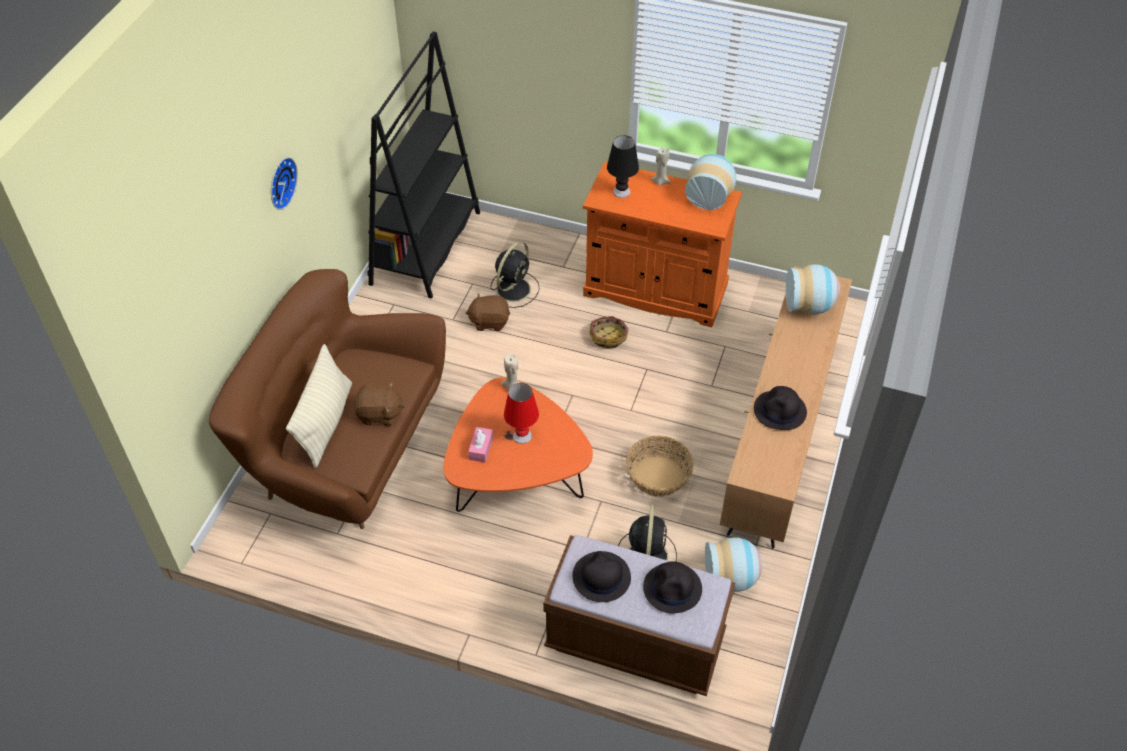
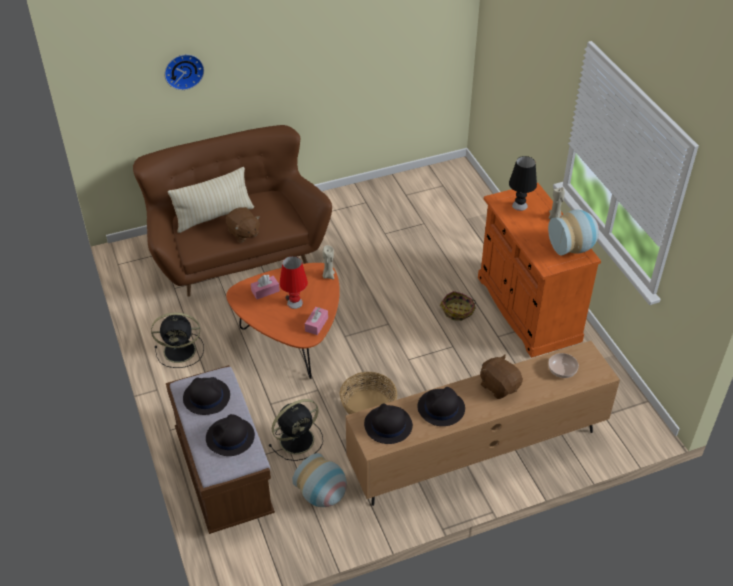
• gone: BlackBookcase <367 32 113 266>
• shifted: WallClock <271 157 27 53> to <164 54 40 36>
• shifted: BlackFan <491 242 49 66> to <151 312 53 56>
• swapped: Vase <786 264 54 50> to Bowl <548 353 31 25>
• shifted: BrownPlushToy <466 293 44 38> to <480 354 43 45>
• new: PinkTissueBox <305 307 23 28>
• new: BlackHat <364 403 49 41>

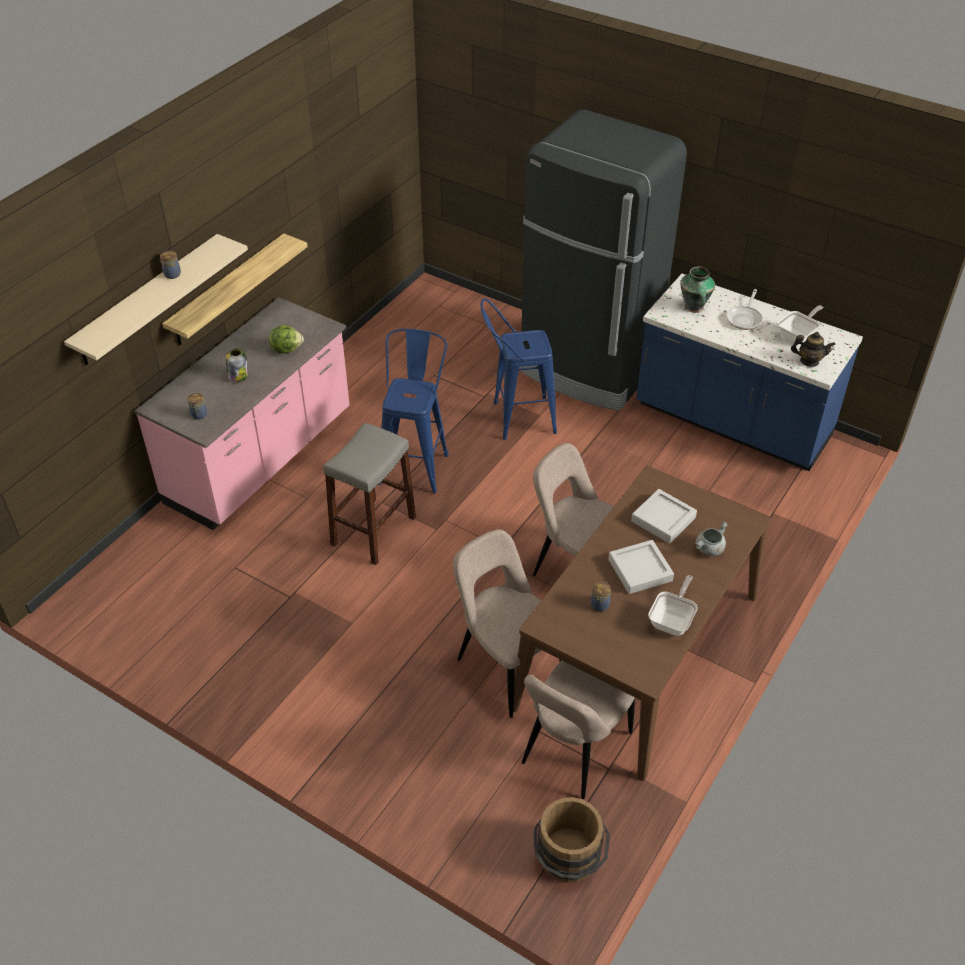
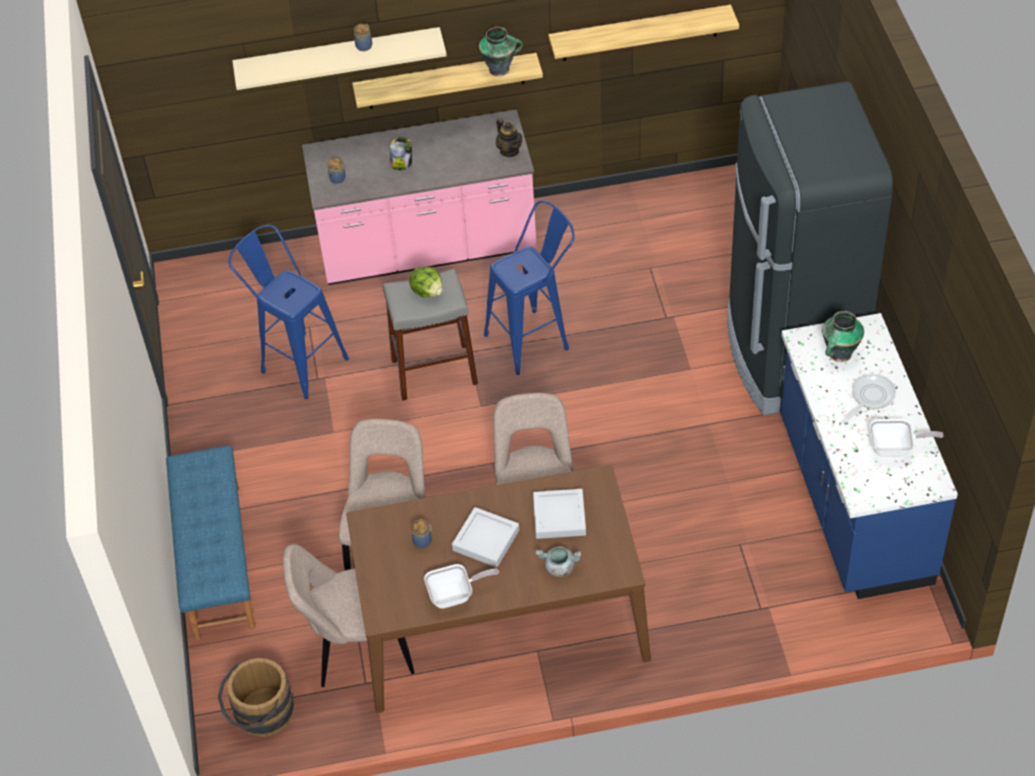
• rotated: FryingPan <726 289 37 41> = <843 374 53 49> 150 degrees clockwise
• shifted: BlueStool <481 298 76 142> to <228 225 121 174>
• shifted: Lettuce <269 325 35 29> to <409 266 34 32>
• shifted: Teapot <791 332 44 35> to <496 118 26 39>
• new: Shelf <548 5 191 56>
• new: Vase <479 27 44 50>
• new: BlueBench <166 446 89 194>

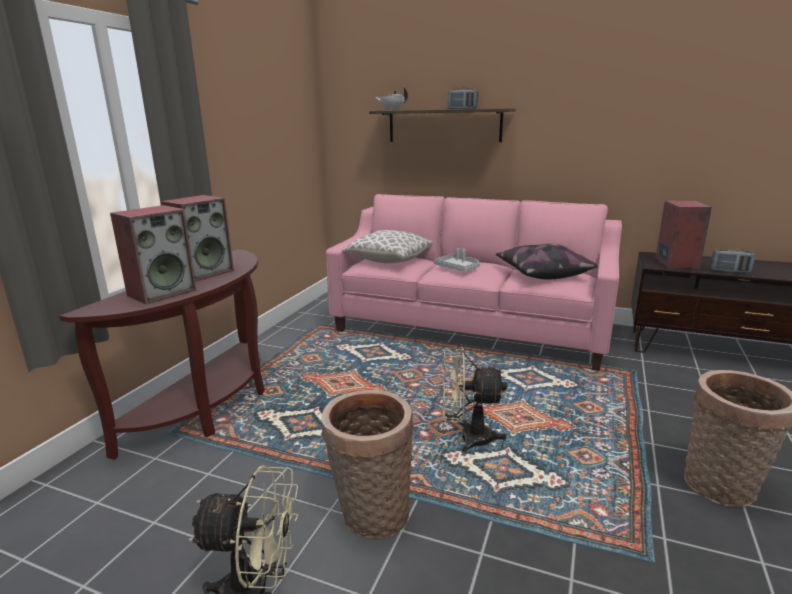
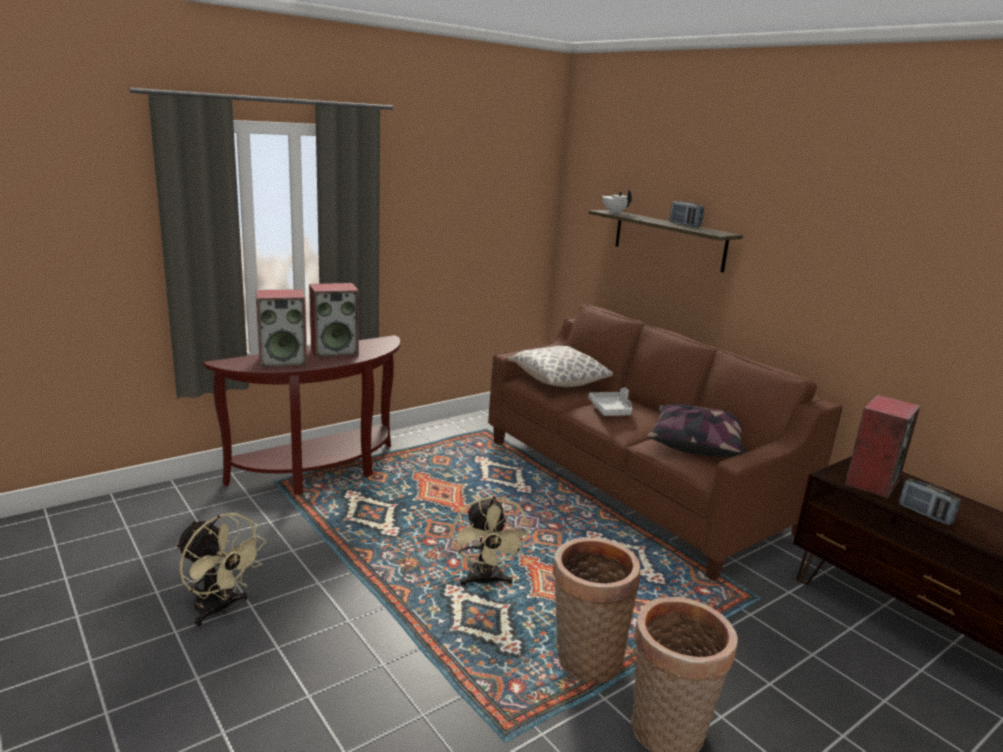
• repainted: PinkSofa <326 194 296 177> to BrownSofa <488 304 355 277>
• rotated: BeigeFan <443 348 64 105> = <452 495 79 92> 135 degrees counterclockwise
• shifted: Basket <321 390 93 149> to <553 537 87 146>

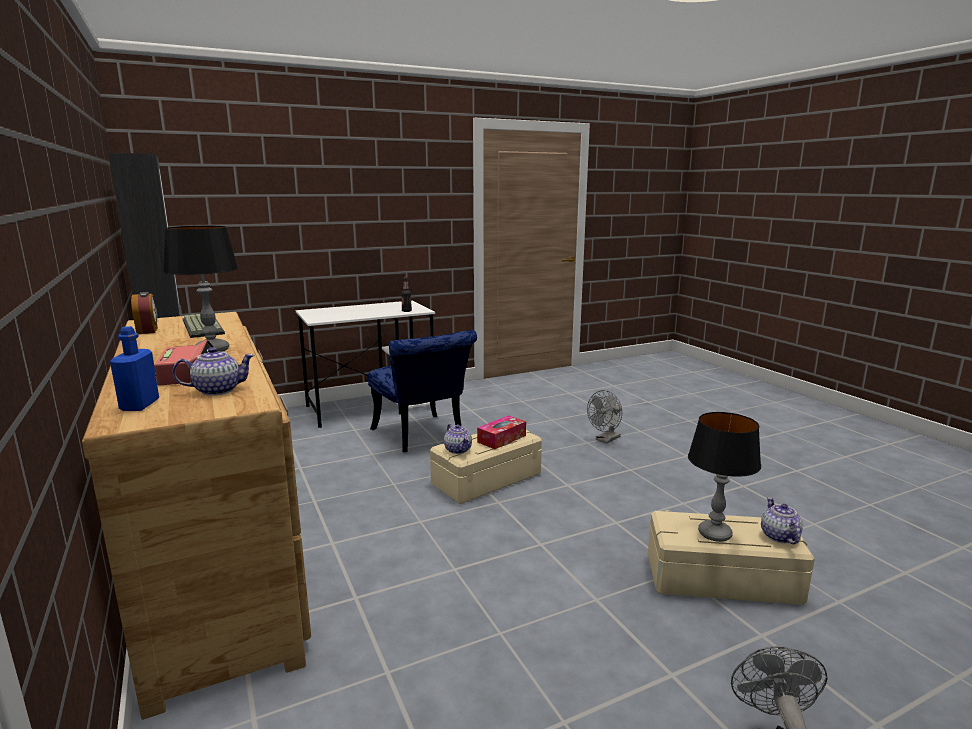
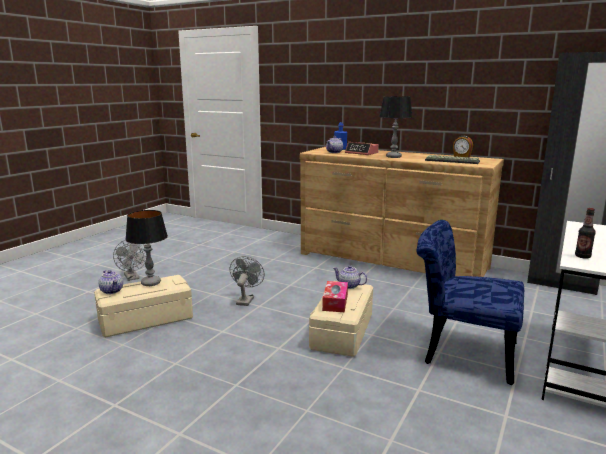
• shifted: GreyFan <587 390 35 54> to <230 256 35 50>

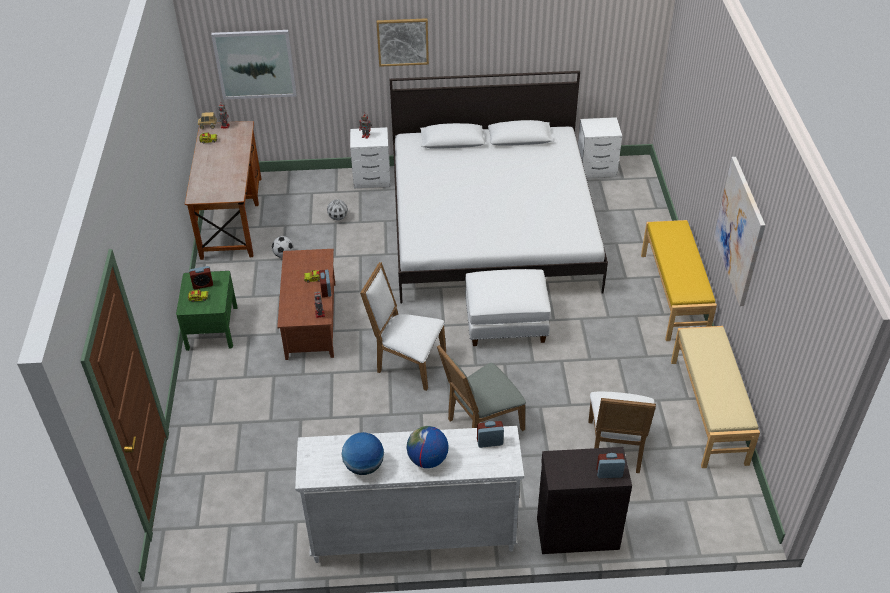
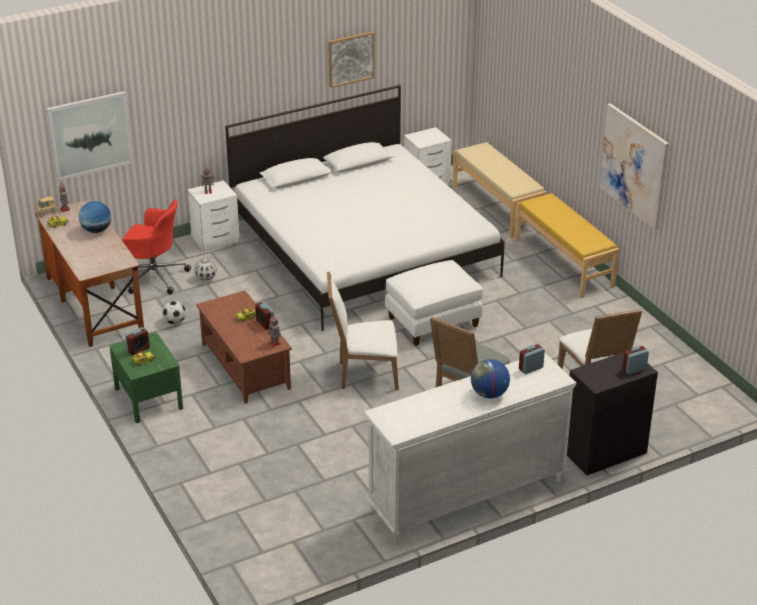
• shifted: Picture <377 18 52 49> to <328 31 47 57>
• shifted: BeigeBench <671 326 89 142> to <452 142 95 96>
• shifted: Globe <342 432 42 43> to <79 201 32 32>
• new: RedOfficeChair <122 199 69 95>

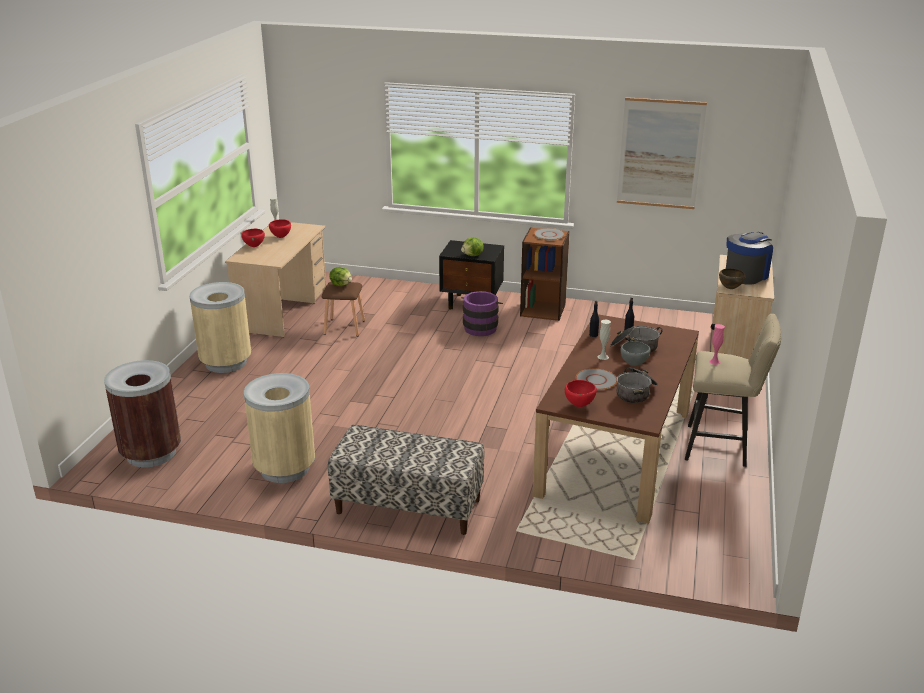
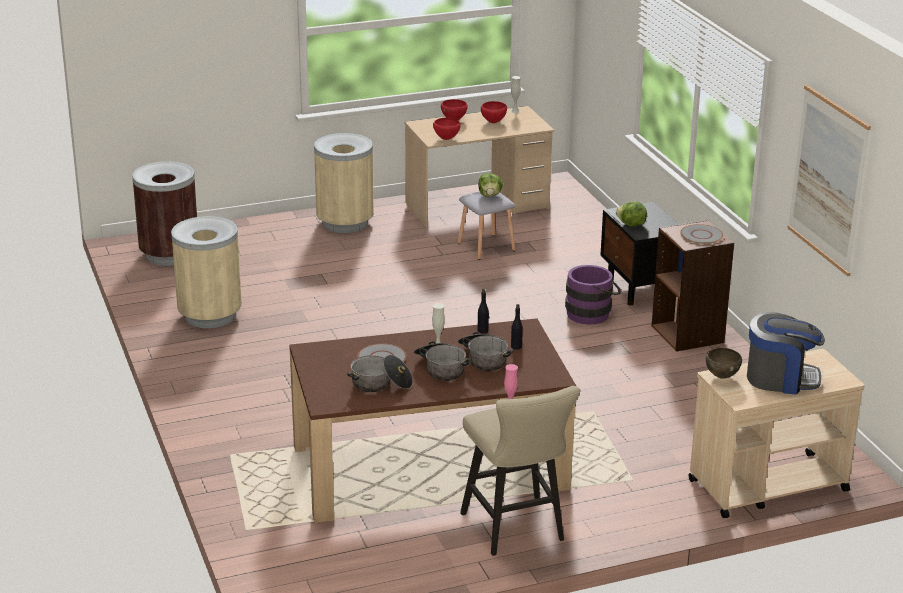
• repainted: BrownStool <321 282 44 54> to GreyStool <458 192 57 68>
• swapped: GreyBowl <620 341 30 25> to CookingPot <414 341 58 40>
• shifted: RedBowl <565 380 32 27> to <433 117 28 23>
• gone: Bench <328 425 157 110>

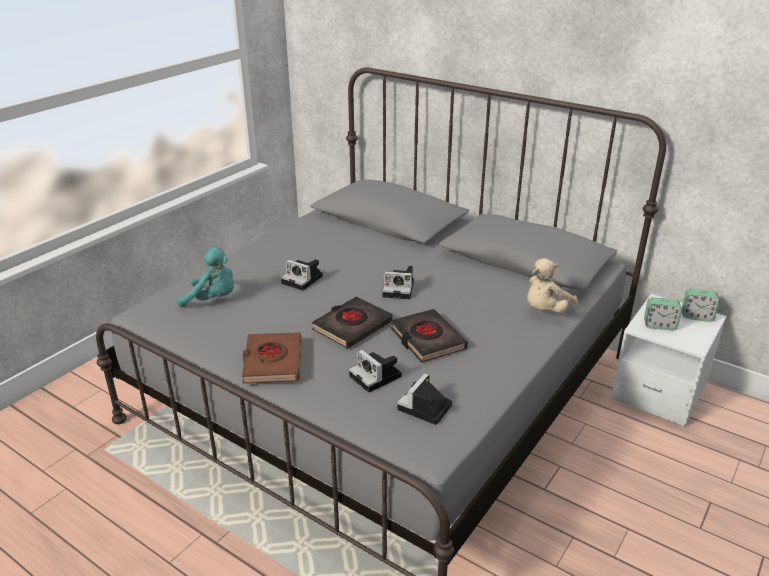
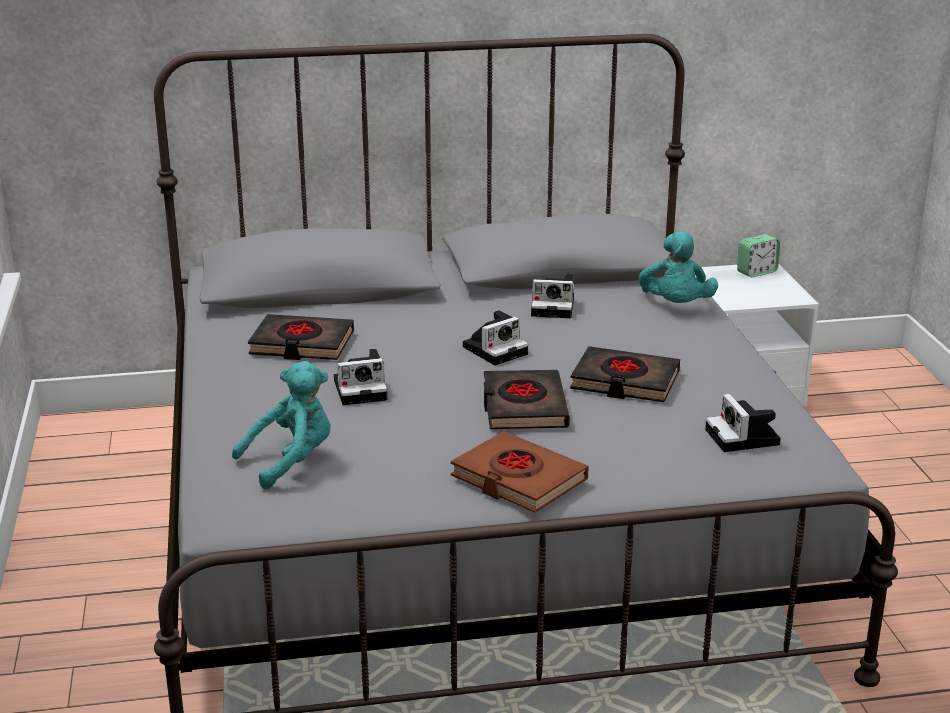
• repainted: BeigePlushToy <527 258 51 55> to TurquoisePlushToy <638 231 80 72>
• gone: AlarmClock <644 297 38 33>
• shifted: PhotoCamera <349 349 53 44> to <531 273 43 45>
• new: BlackBook <248 314 106 46>

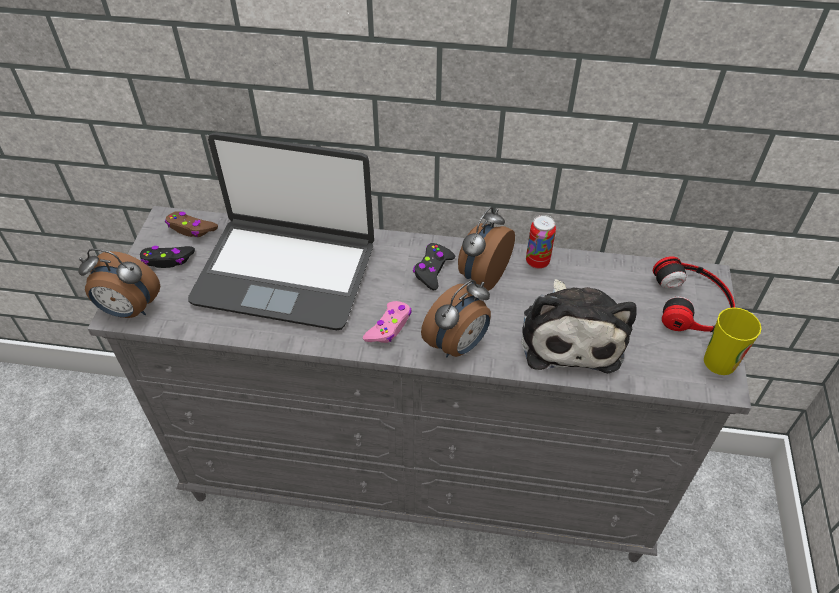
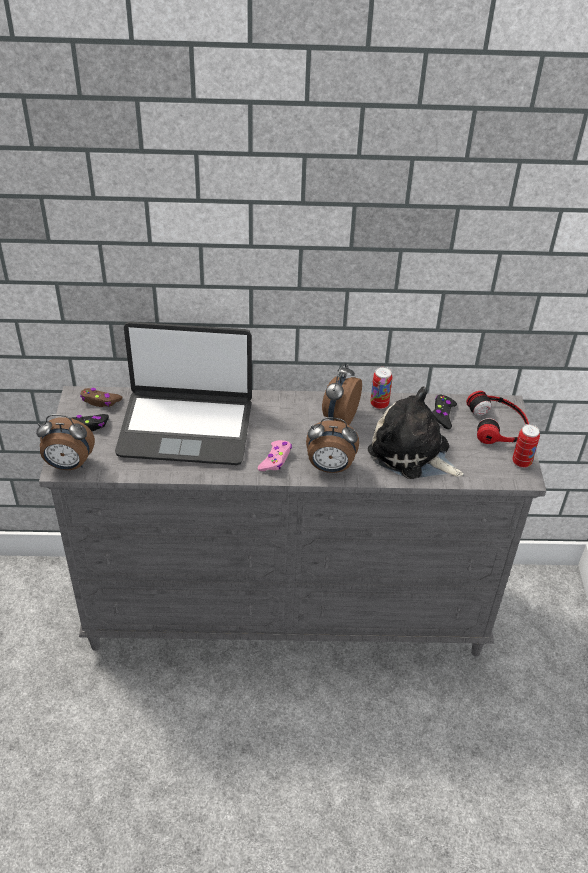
• shifted: BlackGameController <413 243 42 47> to <432 394 25 35>
• rotated: PlushToy <521 279 116 94> = <368 386 95 93> 135 degrees clockwise
• rotated: AlarmClock <421 280 70 77> = <306 417 53 56> 60 degrees clockwise
• swapped: Cup <704 307 57 68> to Can <512 424 28 44>

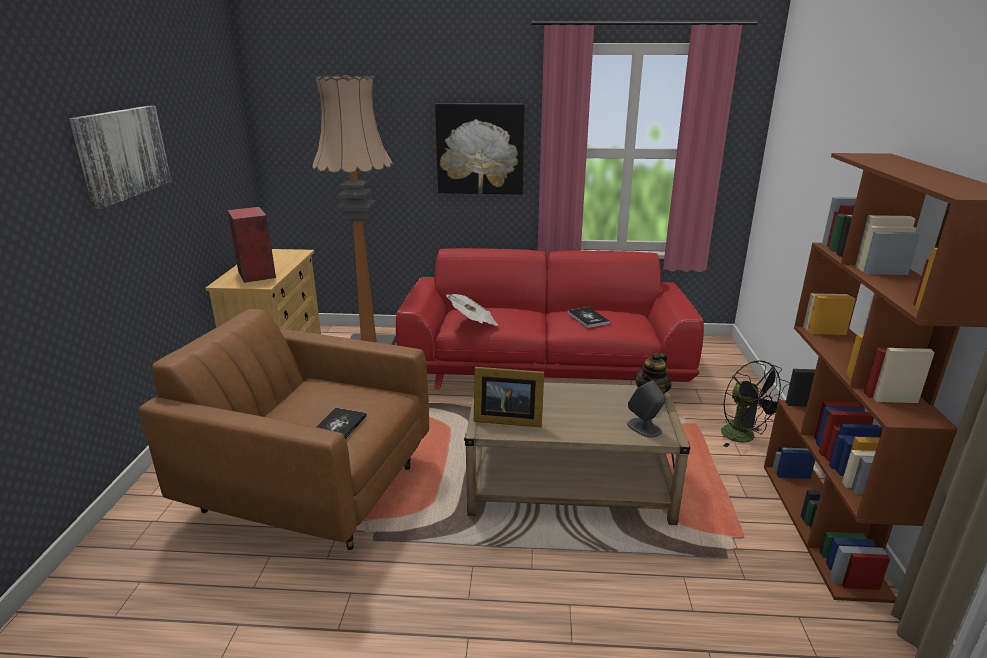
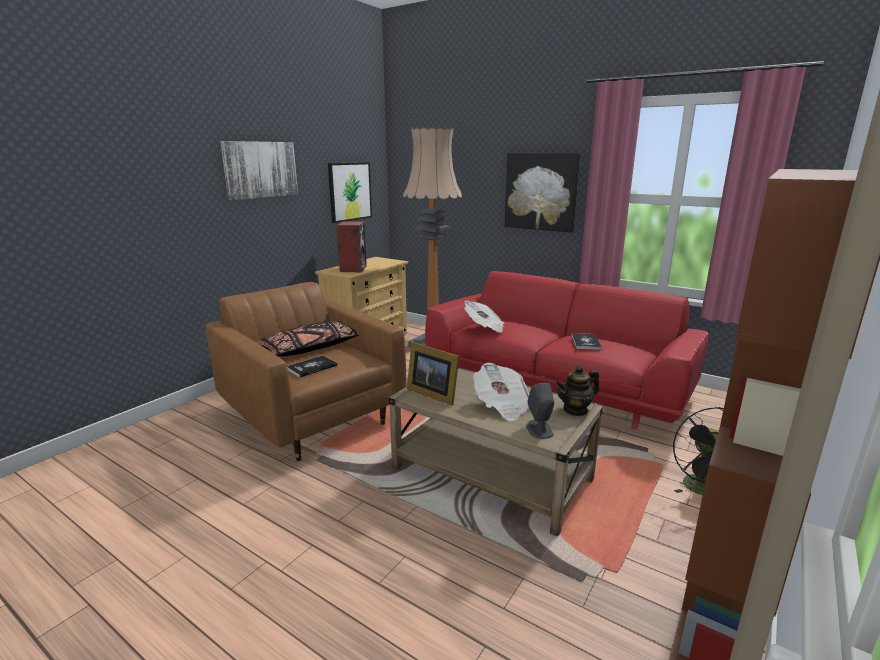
• new: Picture <328 162 44 61>
• new: BlackPillow <256 321 103 36>
• new: Newspaper <473 363 56 58>

